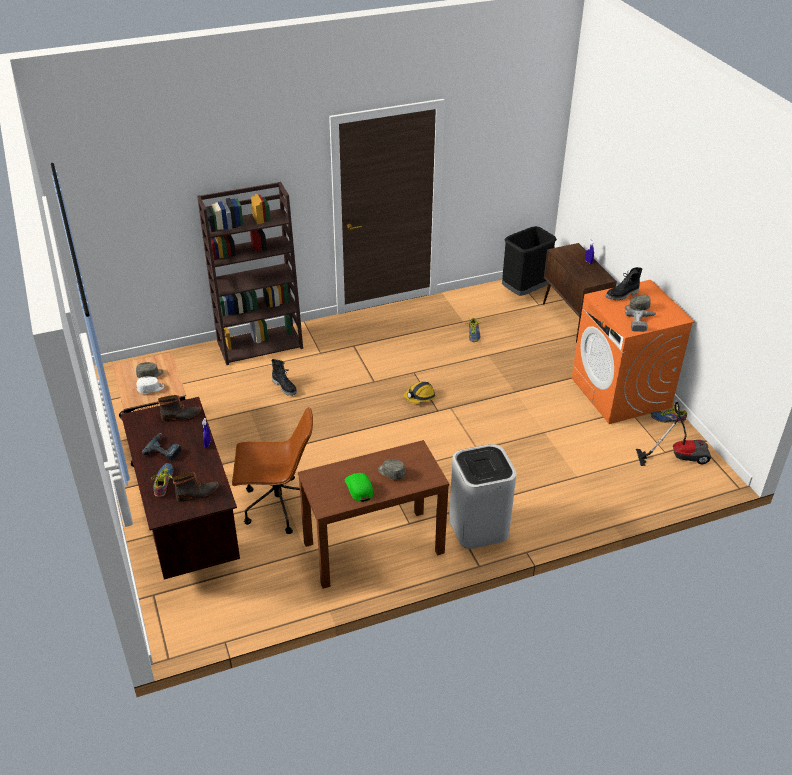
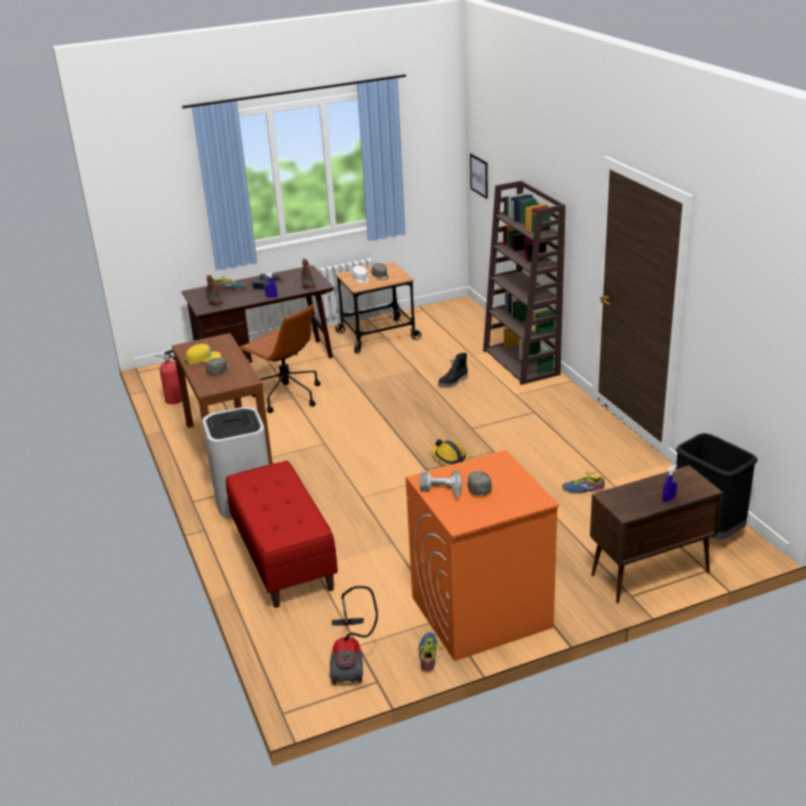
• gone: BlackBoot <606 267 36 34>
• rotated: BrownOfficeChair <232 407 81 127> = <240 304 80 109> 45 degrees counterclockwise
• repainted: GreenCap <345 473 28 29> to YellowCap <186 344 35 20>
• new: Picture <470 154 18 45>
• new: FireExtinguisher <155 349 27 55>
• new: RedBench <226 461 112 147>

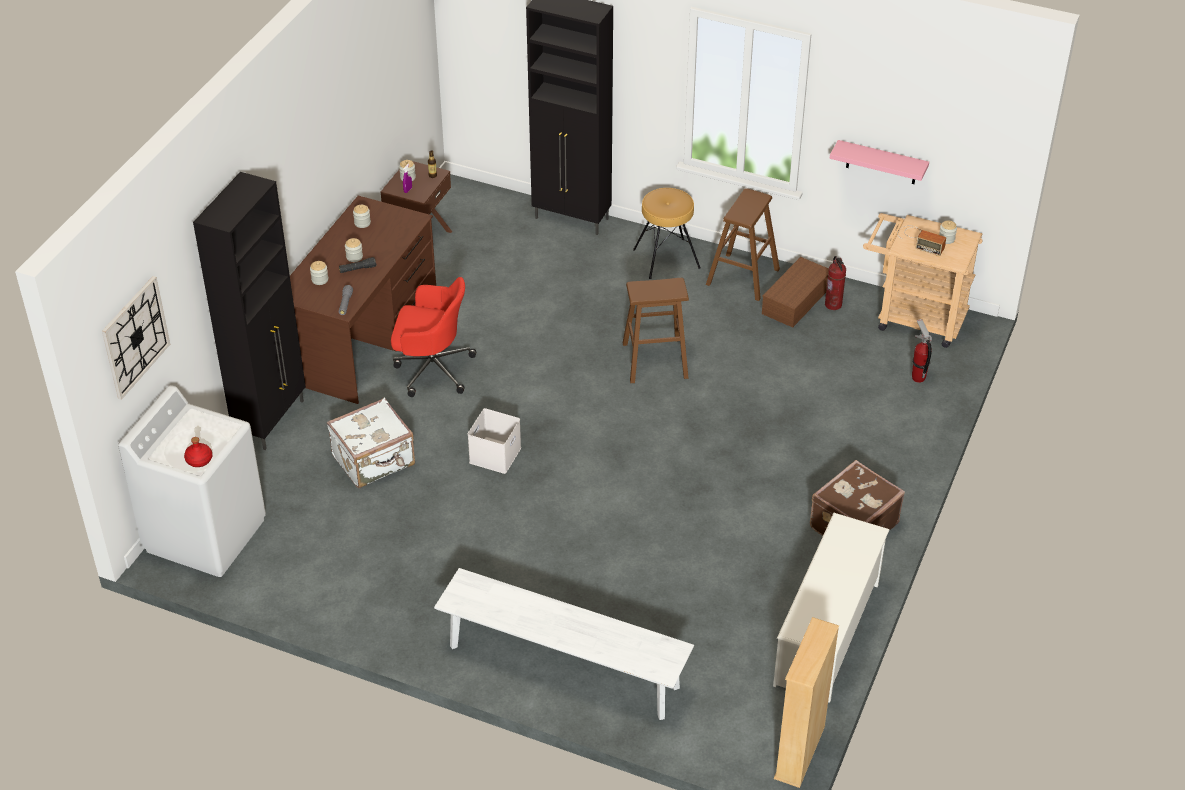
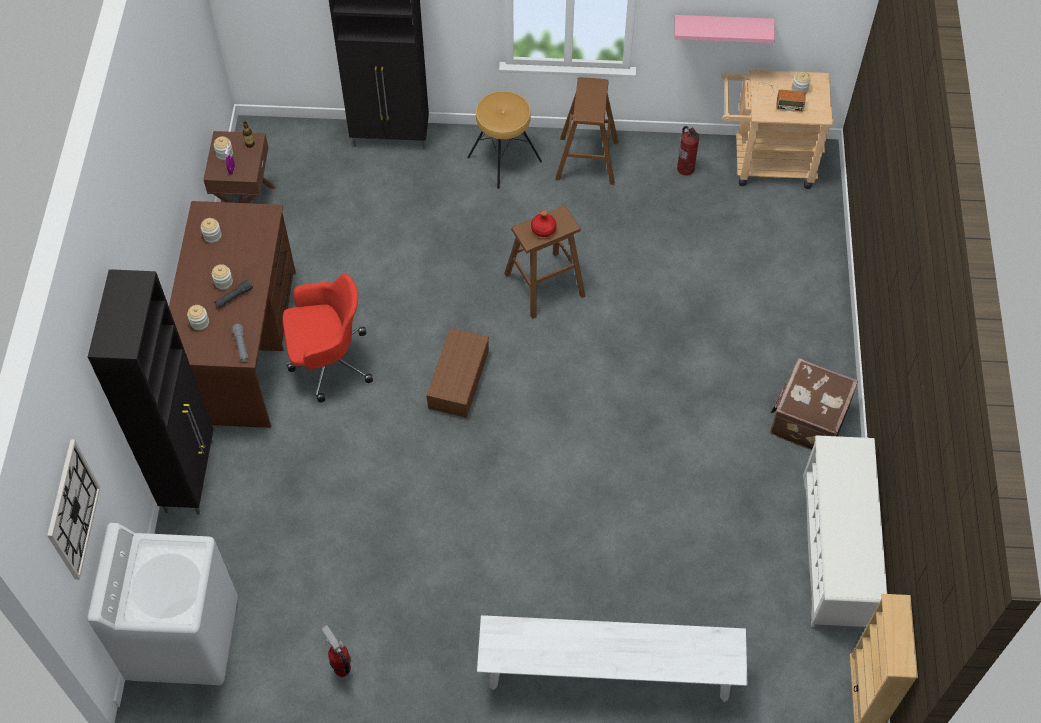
• shifted: BrownStorageBox <762 257 67 70> to <426 328 63 90>
• shifted: FireExtinguisher <912 319 20 64> to <321 625 30 52>
• gone: WhiteSuitcase <327 398 88 90>
• gone: WhiteStorageBox <468 408 53 66>
• shifted: RedBottle <184 437 28 30> to <531 210 26 27>

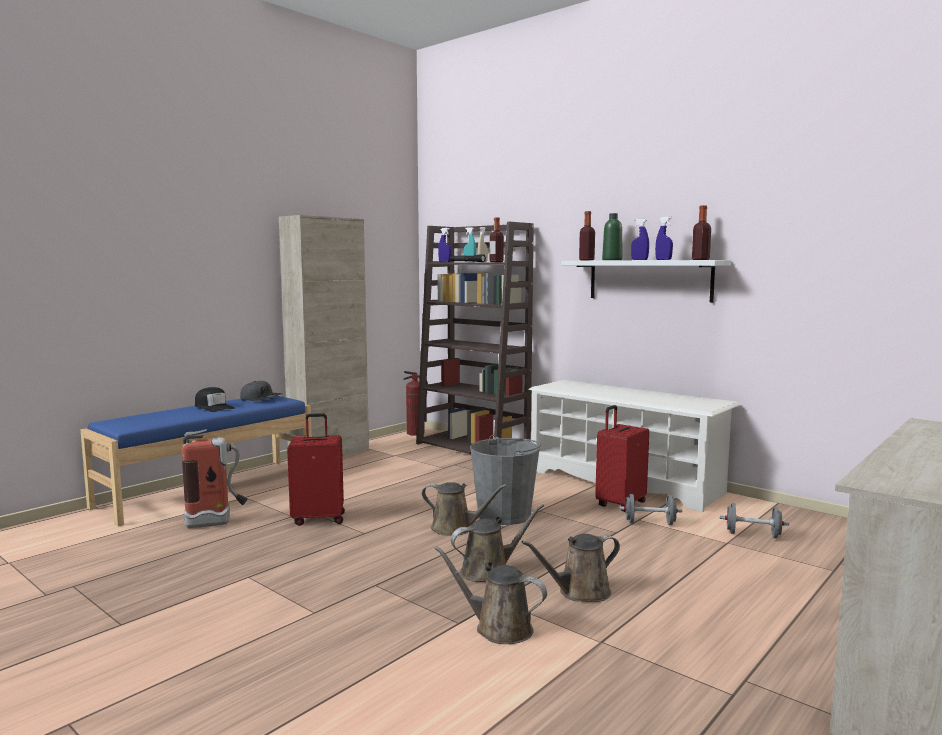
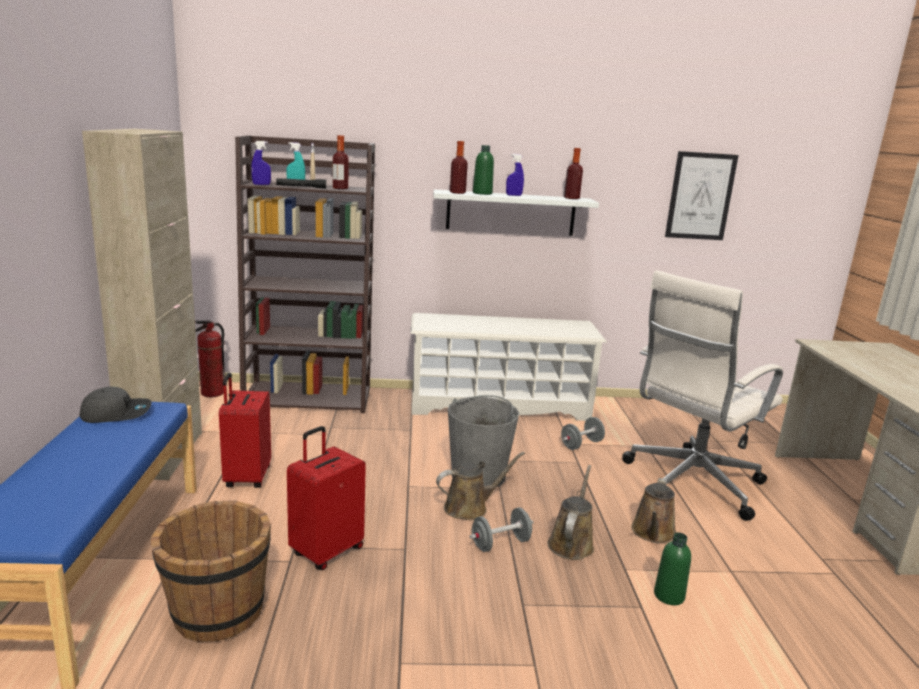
• gone: BlueSprayBottle <655 217 18 43>
• gone: BlackCap <195 387 40 25>
• shifted: RedSuitcase <595 405 54 107> to <219 373 52 115>
• swapped: FireExtinguisher <182 429 66 99> to BrownBucket <151 501 120 141>
• shifted: GreyDumbbell <720 503 69 35> to <470 507 64 45>
• swapped: BrownWateringCan <434 546 113 98> to GreenBottle <654 532 37 73>
• new: Picture <665 151 74 89>
• new: WhiteOfficeChair <622 270 161 251>

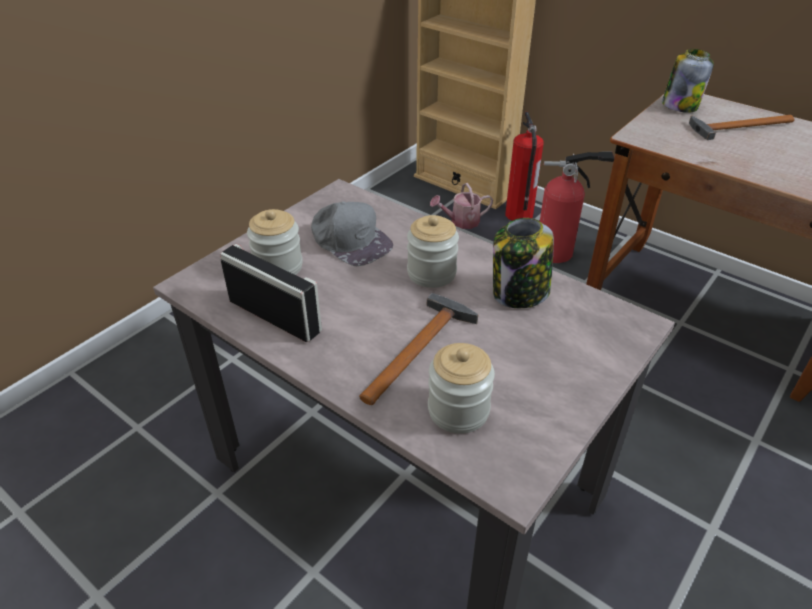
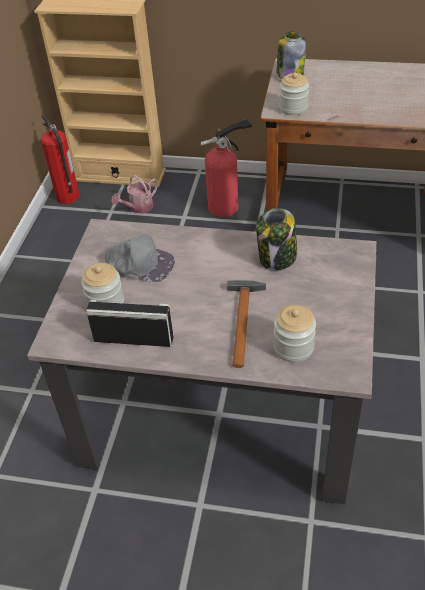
• shifted: FireExtinguisher <505 112 38 109> to <41 114 39 90>
• gone: Hammer <689 115 105 25>
• shifted: Jar <407 215 52 73> to <279 72 30 44>

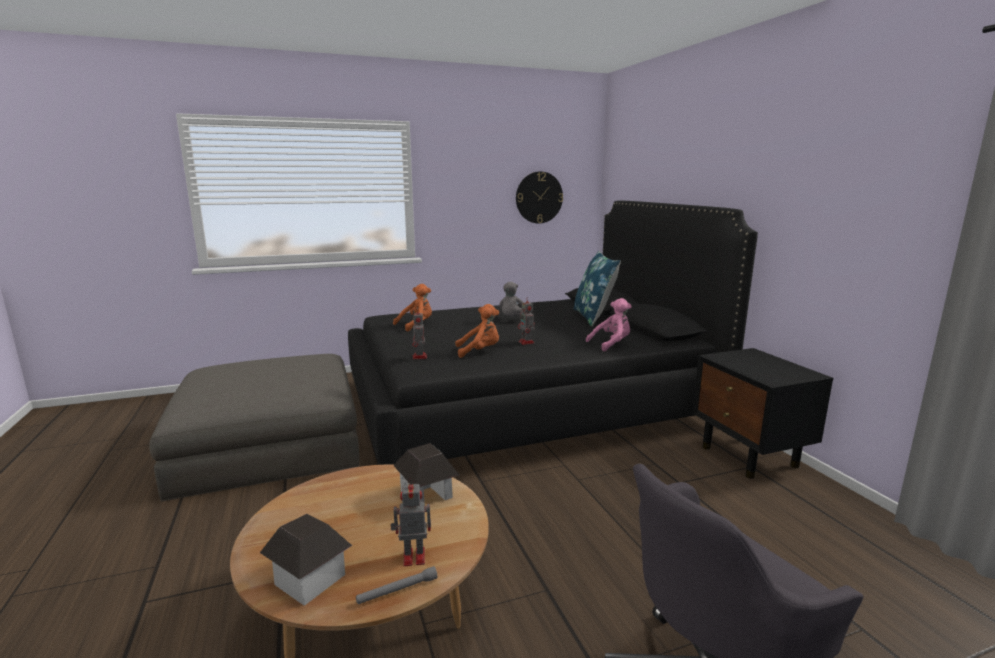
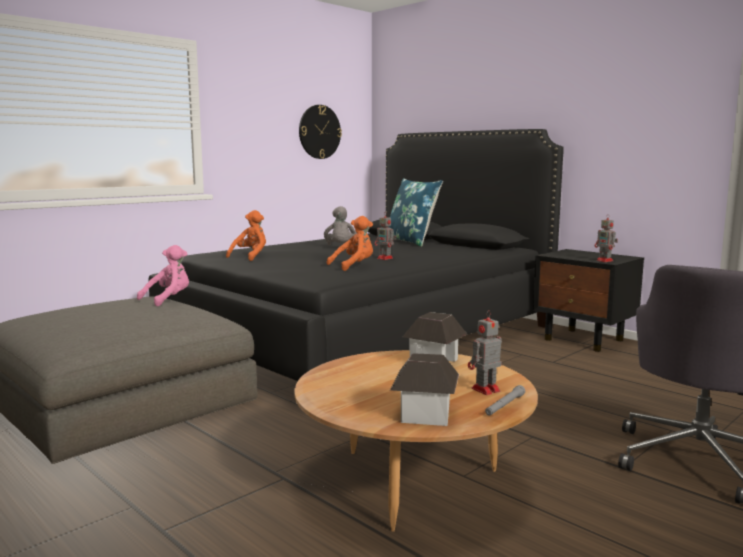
• shifted: PinkPlushToy <586 298 46 54> to <137 245 52 61>
• shifted: ToyRobot <413 312 14 47> to <595 214 23 48>

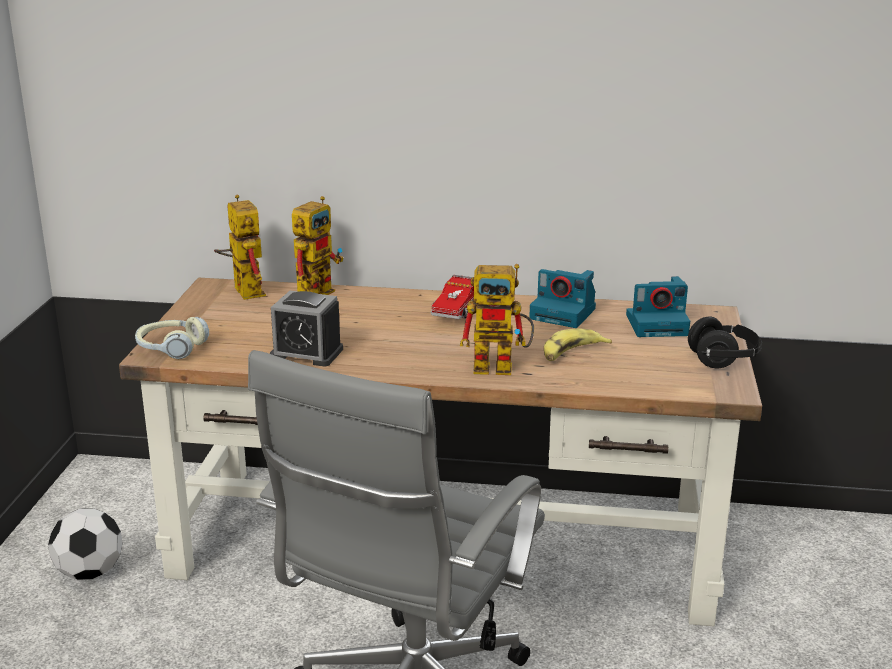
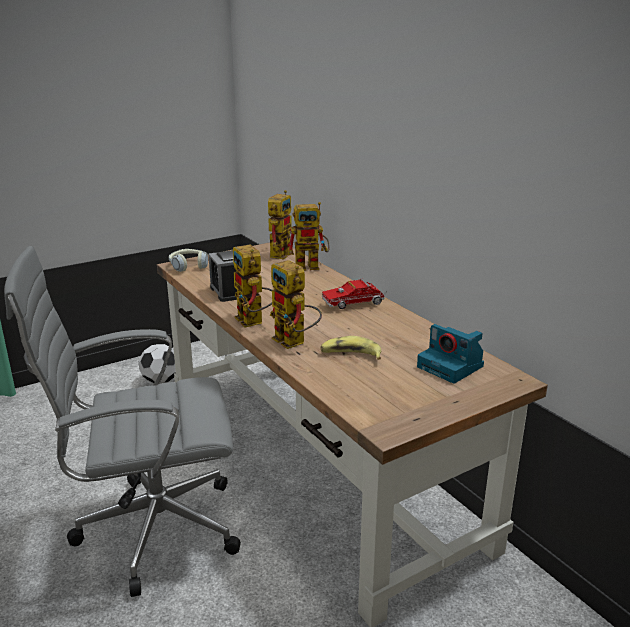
• gone: PhotoCamera <529 269 67 59>
• gone: BlackHeadphones <688 317 74 51>
• new: ToyRobot <233 244 39 84>

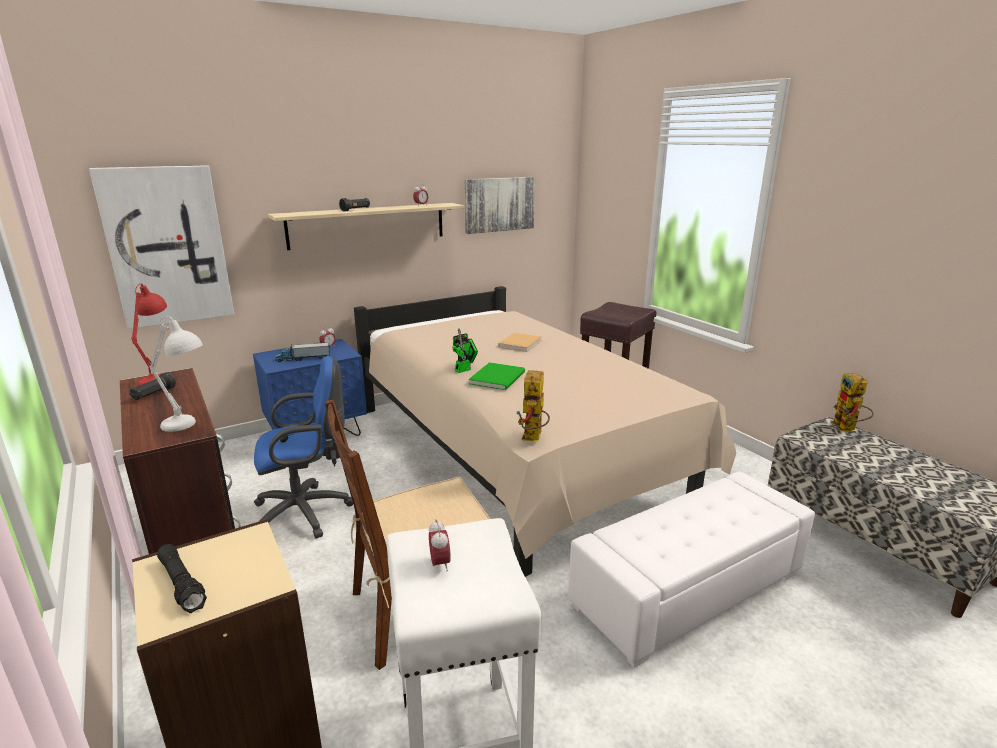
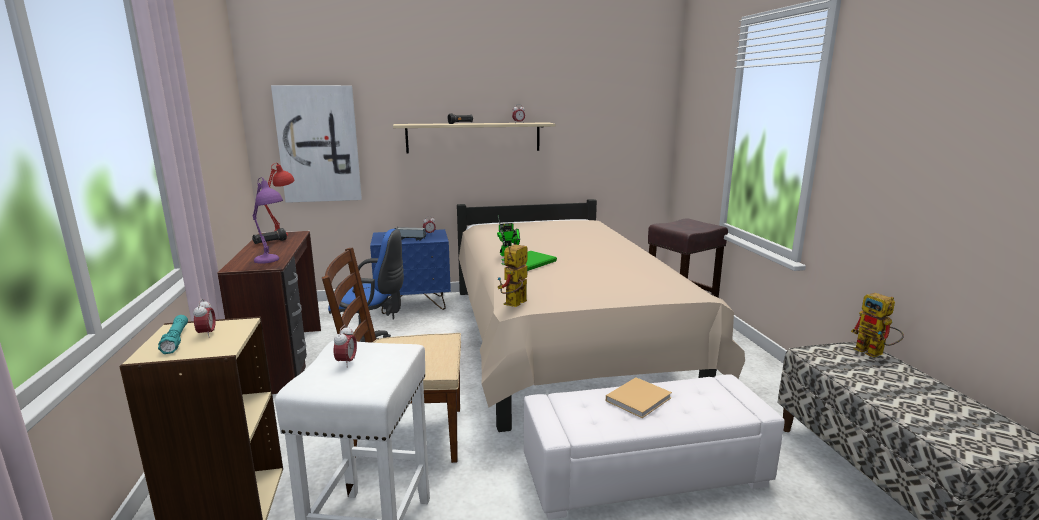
• gone: Picture <464 177 71 57>
• repainted: WhiteTableLamp <149 316 54 116> to PurpleTableLamp <253 177 30 87>
• shifted: BeigeBook <499 333 43 19> to <606 377 66 41>
• rotated: ToyRobot <831 373 43 58> = <851 293 53 65> 45 degrees counterclockwise
• repainted: BlackFlashlight <157 544 50 69> to TurquoiseFlashlight <158 315 30 39>
• new: AlarmClock <193 299 23 39>

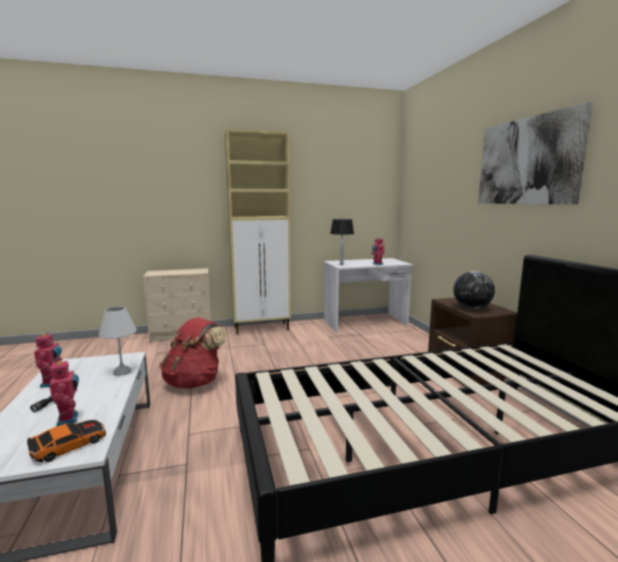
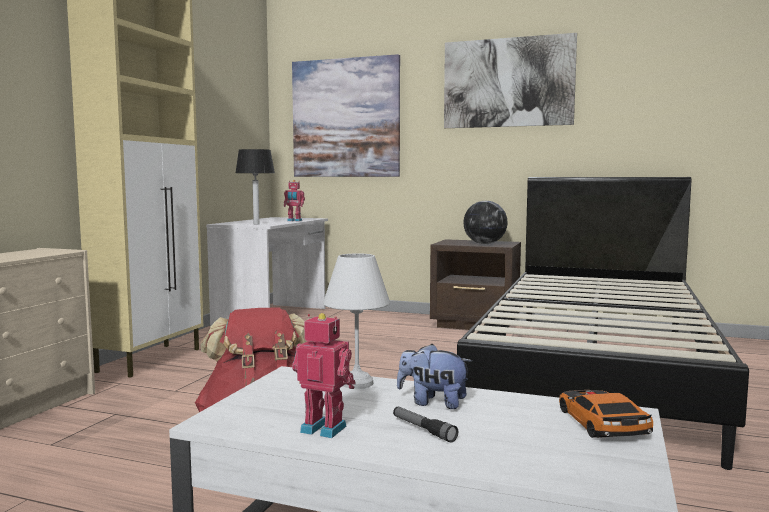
• gone: ToyRobot <50 359 29 68>
• new: Picture <292 54 108 123>
• new: PlushToy <397 344 75 65>

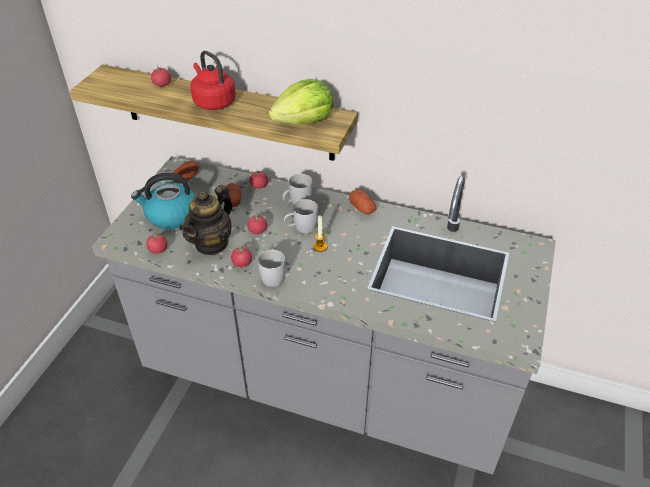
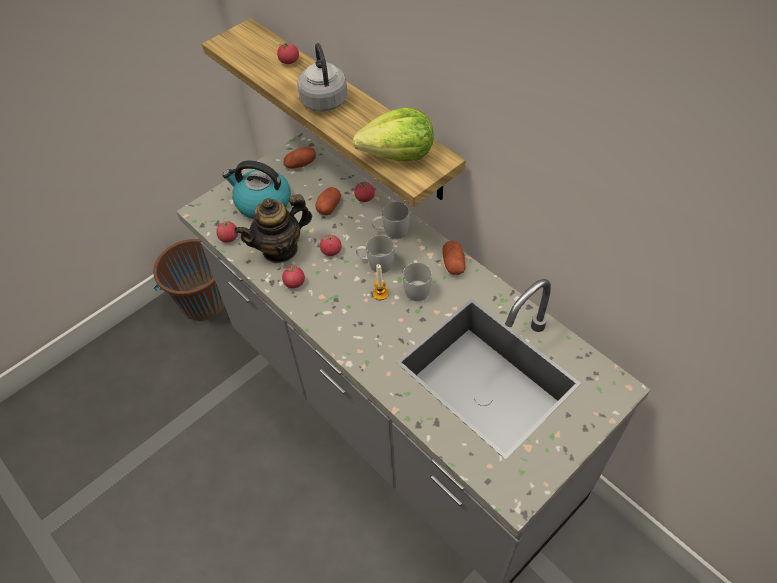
• repainted: RedKettle <190 51 46 59> to GreyKettle <297 43 51 69>
• shifted: WhiteMug <258 250 28 37> to <403 260 29 41>
• new: BrownBucket <153 239 72 82>

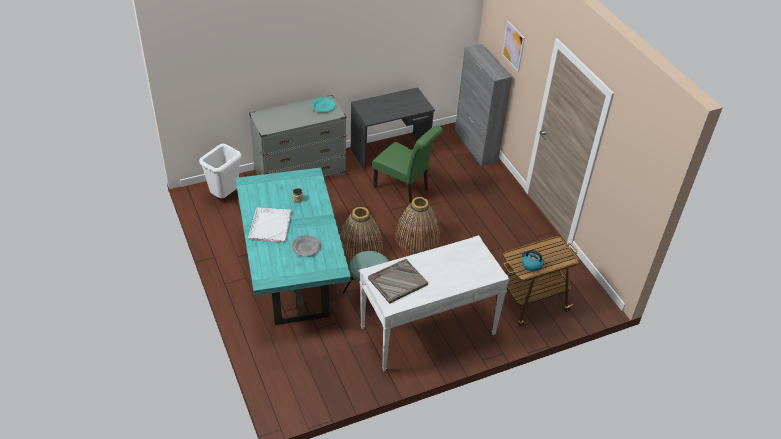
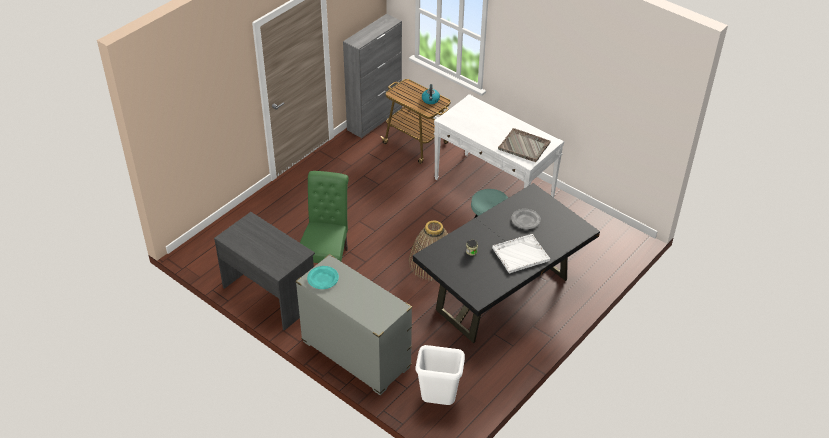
• gone: Picture <502 21 23 51>
• shifted: GreyCabinet <455 44 57 122> to <343 14 59 124>
• repainted: TurquoiseDiningTable <236 168 115 157> to BlackDiningTable <413 183 187 160>
• gone: Basket <395 197 45 56>

